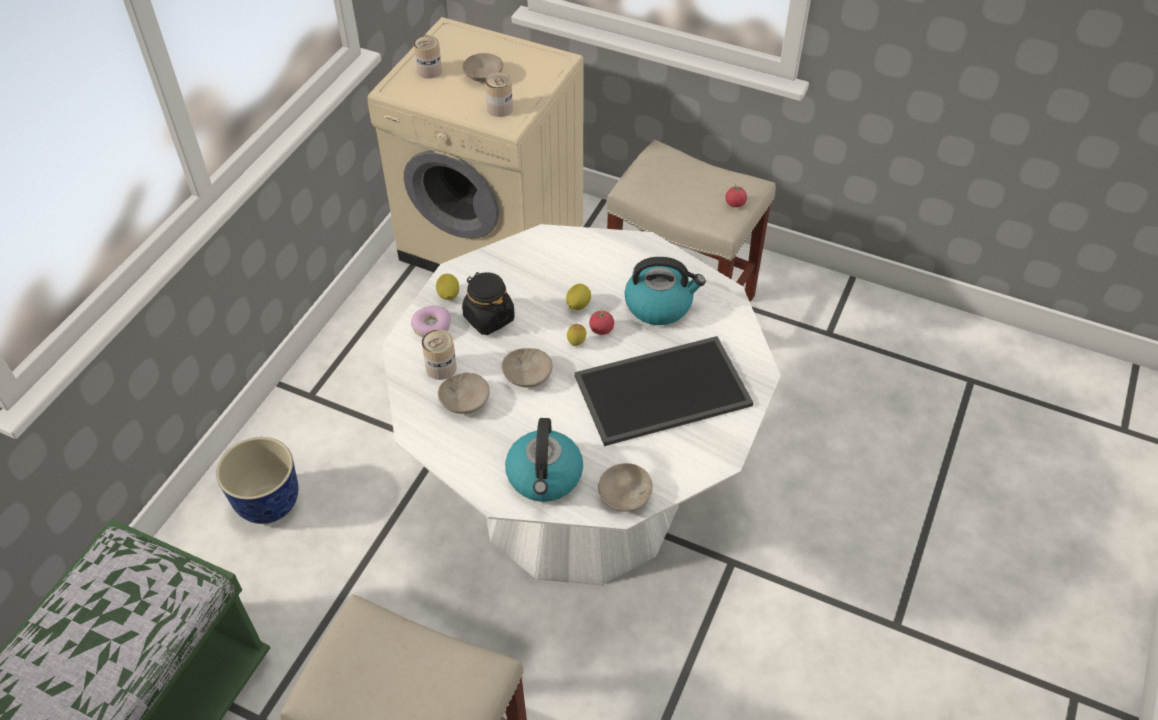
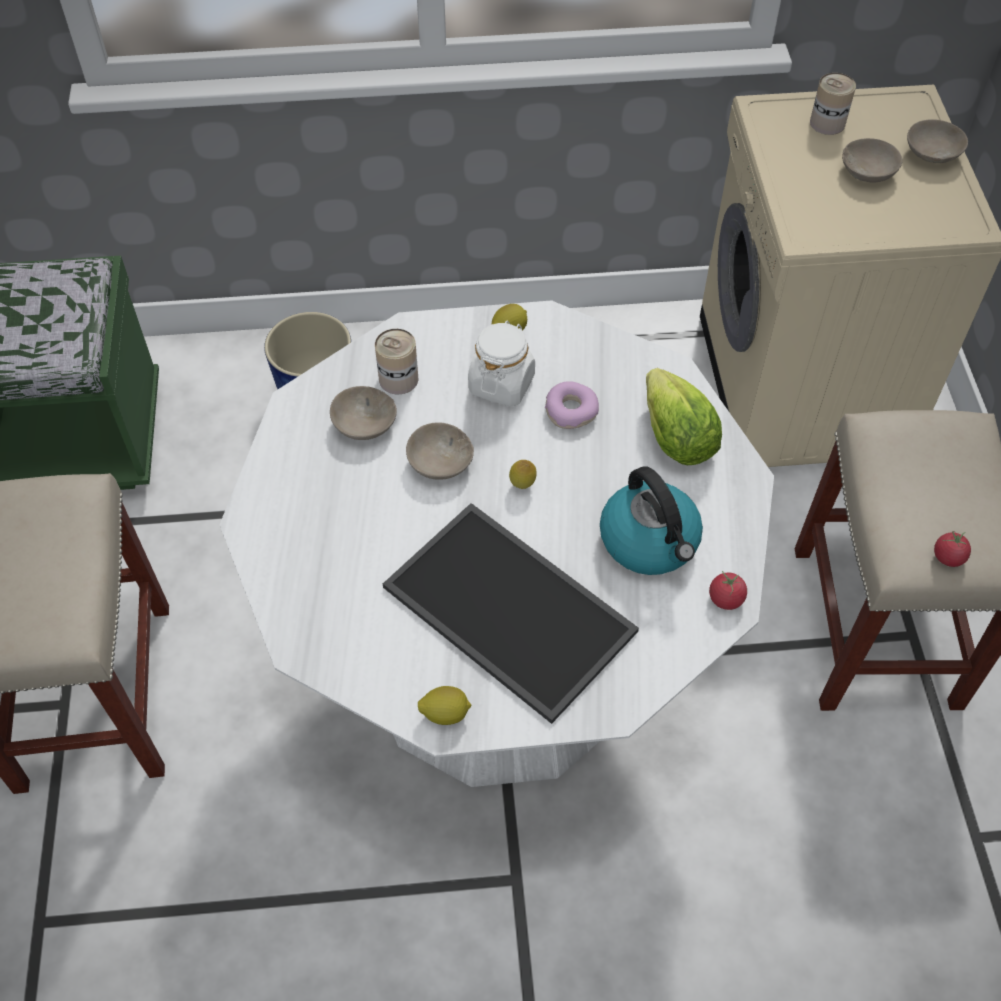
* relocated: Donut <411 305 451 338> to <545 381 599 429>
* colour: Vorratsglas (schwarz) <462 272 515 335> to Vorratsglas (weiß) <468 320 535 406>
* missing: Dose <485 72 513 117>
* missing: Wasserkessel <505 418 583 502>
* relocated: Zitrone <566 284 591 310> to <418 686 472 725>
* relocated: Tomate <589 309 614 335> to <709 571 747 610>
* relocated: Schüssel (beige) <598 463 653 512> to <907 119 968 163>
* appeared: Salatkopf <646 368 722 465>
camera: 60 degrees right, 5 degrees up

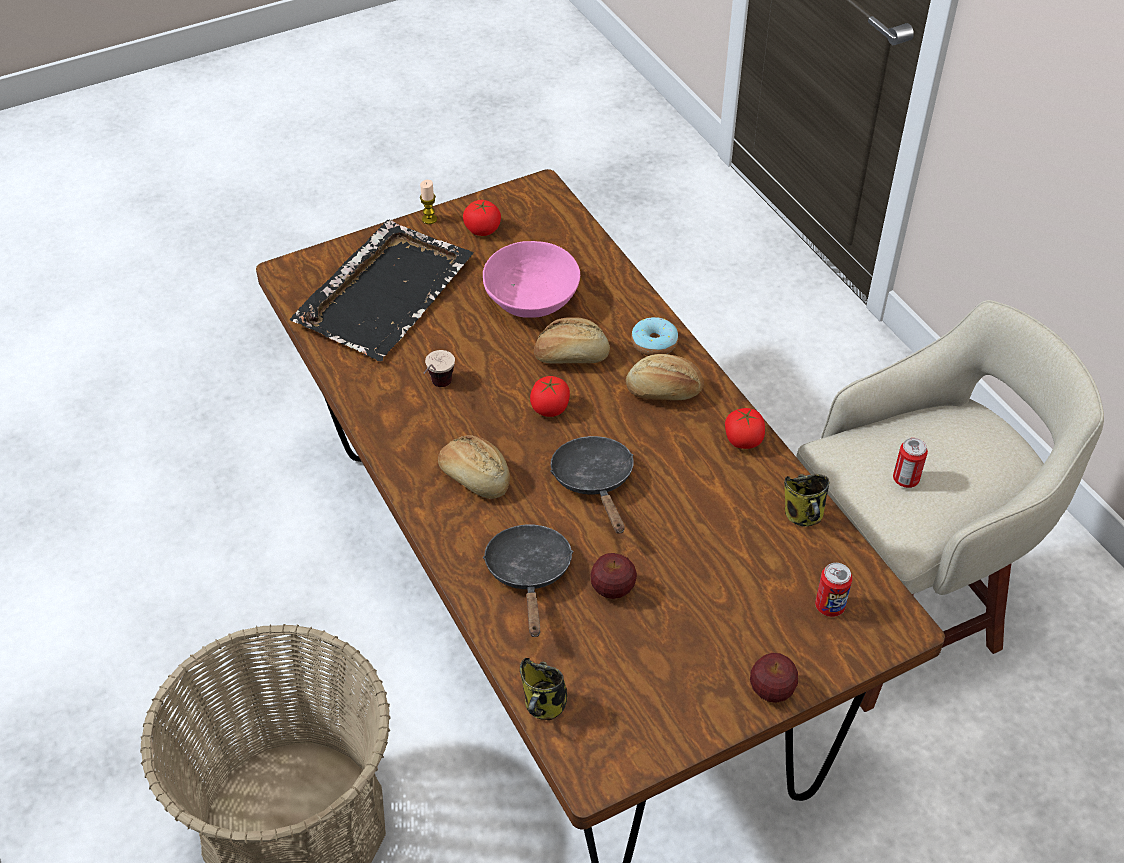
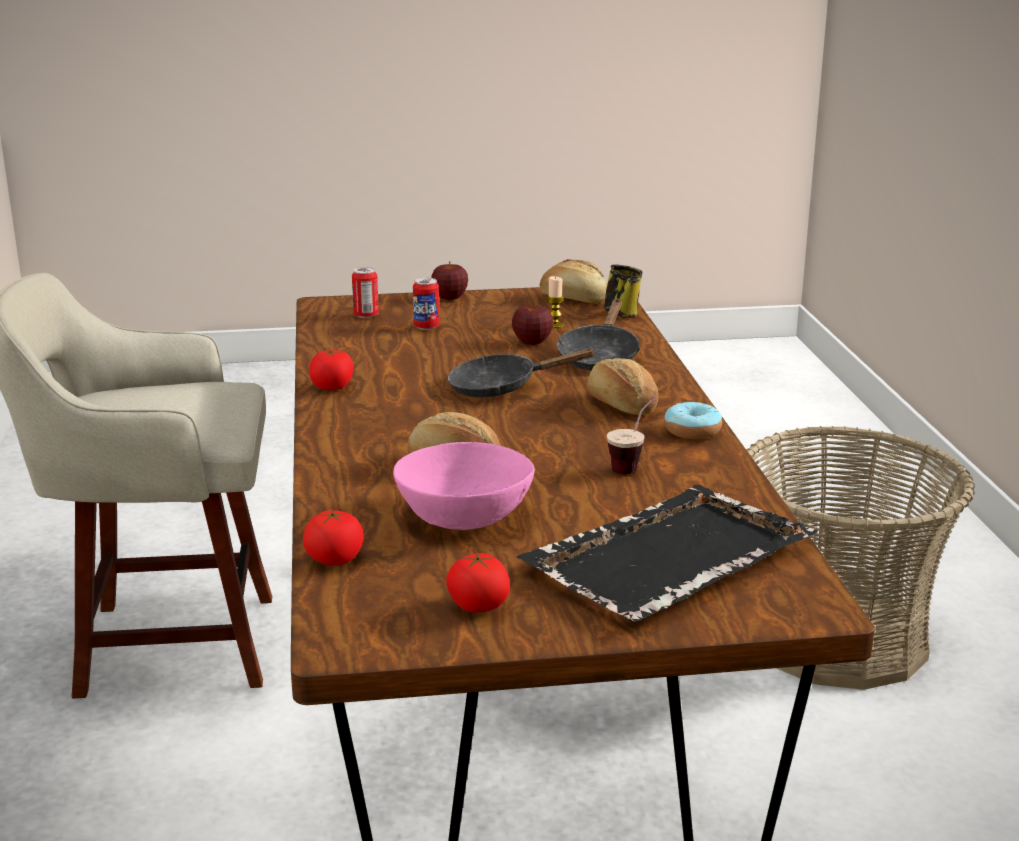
* relocated: Kerze <420 180 437 224> to <547 276 564 328>
* relocated: Tomate <530 376 570 417> to <303 509 364 565>
* spun: Pfanne (schwarz) <550 436 634 534> = <448 348 597 398> 75 degrees clockwise
* relocated: Brot <626 354 704 400> to <540 259 607 304>
* relocated: Donut <631 317 678 356> to <664 402 722 439>
* missing: Henkelbecher <784 474 830 527>
* relocated: Dose <893 438 928 488> to <413 278 440 330>
camera: 160 degrees left, 25 degrees down

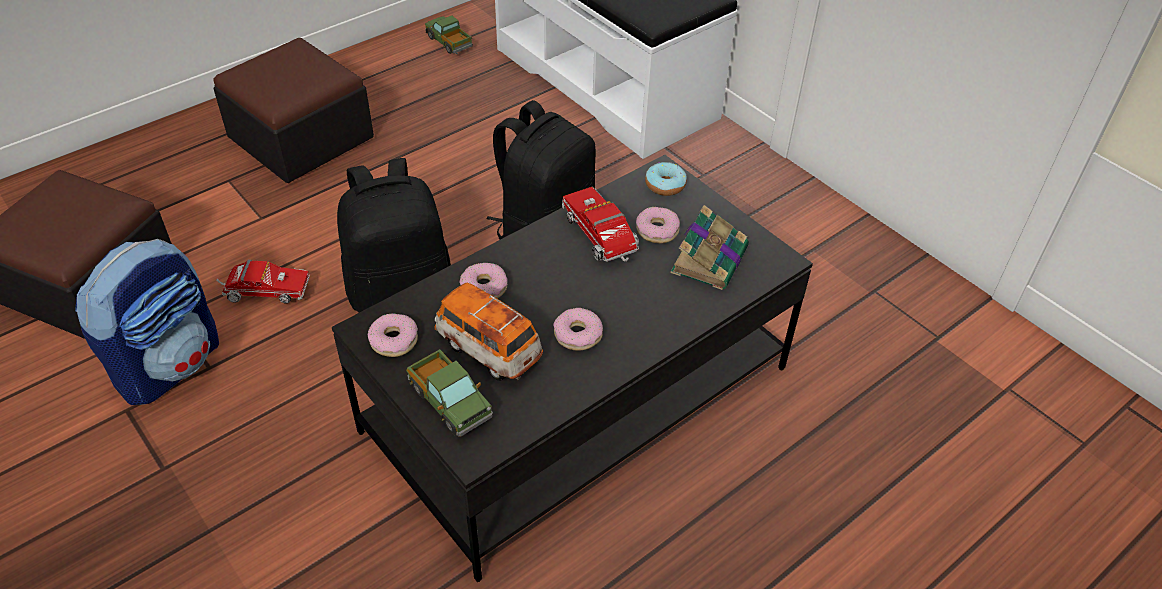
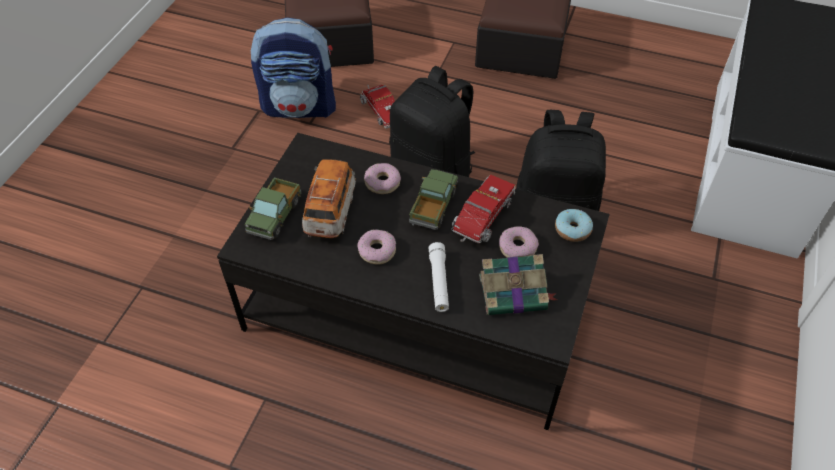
* missing: Donut <368 314 418 357>
* relocated: Spielzeuglaster <425 16 473 54> to <409 169 458 230>
* appeared: Taschenlampe (weiß) <429 242 449 312>
camera: 60 degrees right, 5 degrees up

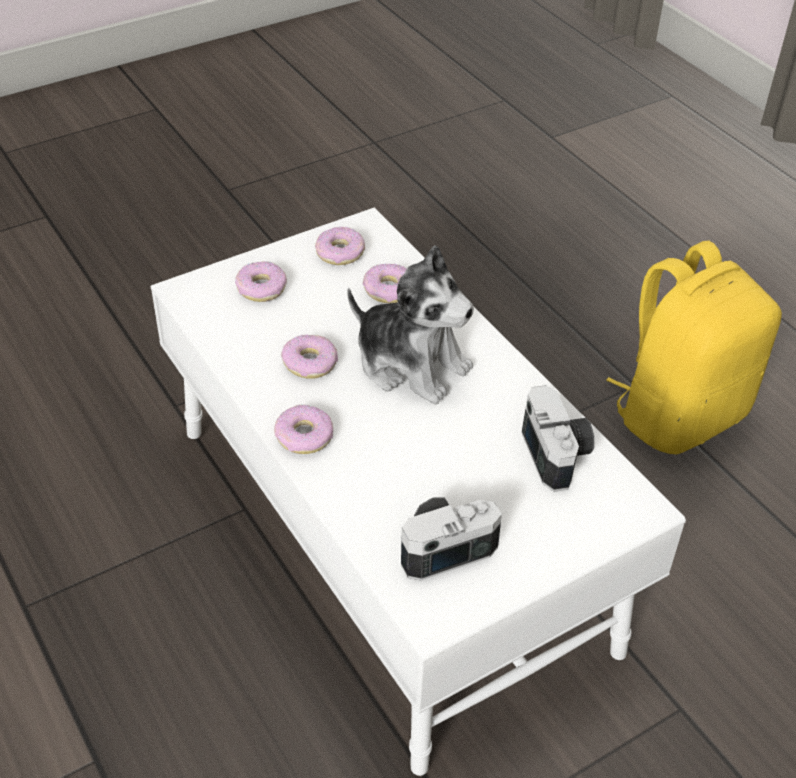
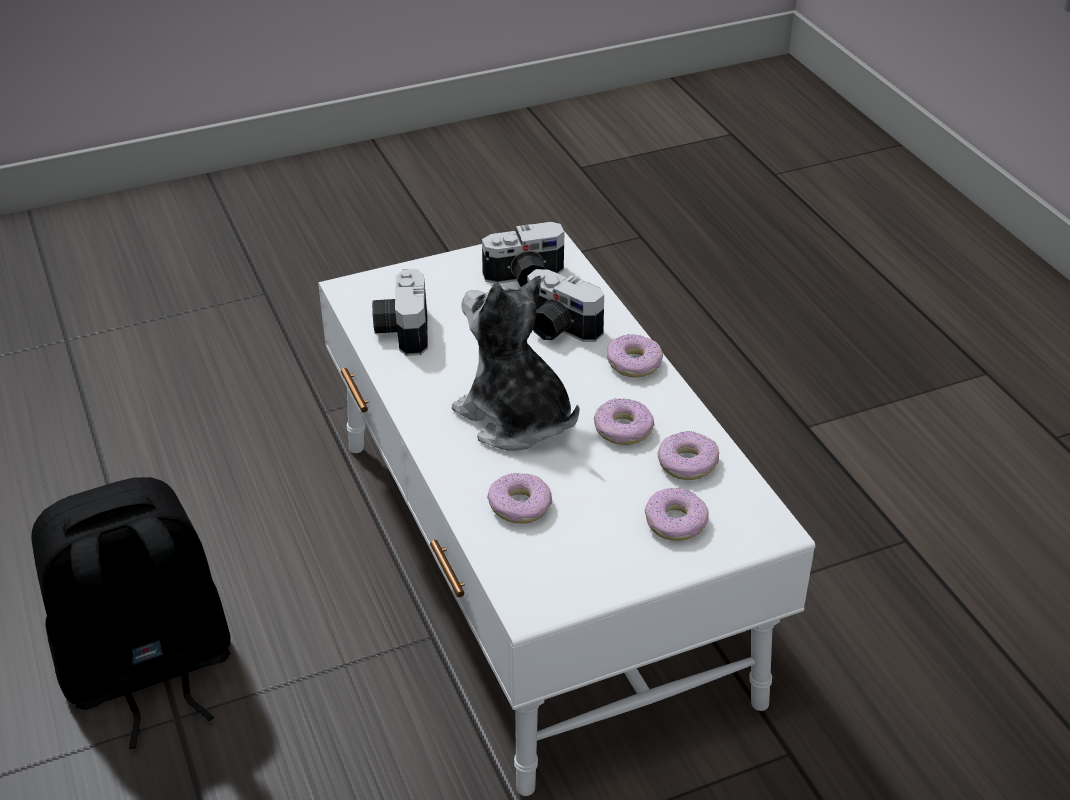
* relocated: Donut <315 227 365 265> to <657 431 719 480>
* colour: Rucksack (gelb) <606 241 782 454> to Rucksack (schwarz) <31 477 231 749>
* appeared: Kamera <527 269 604 342>
camera: 170 degrees left, 5 degrees down

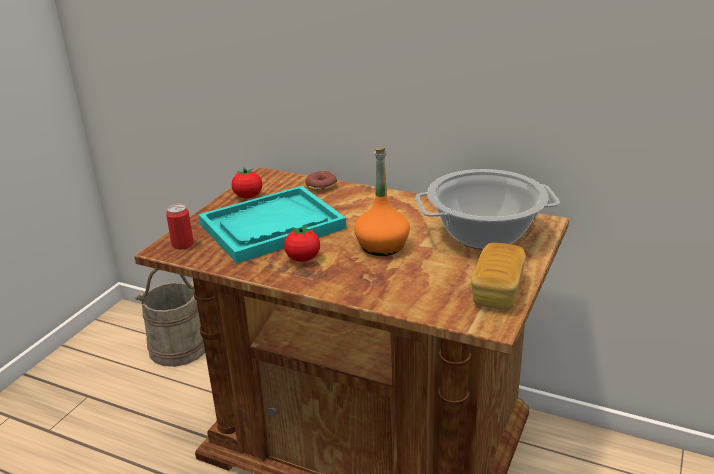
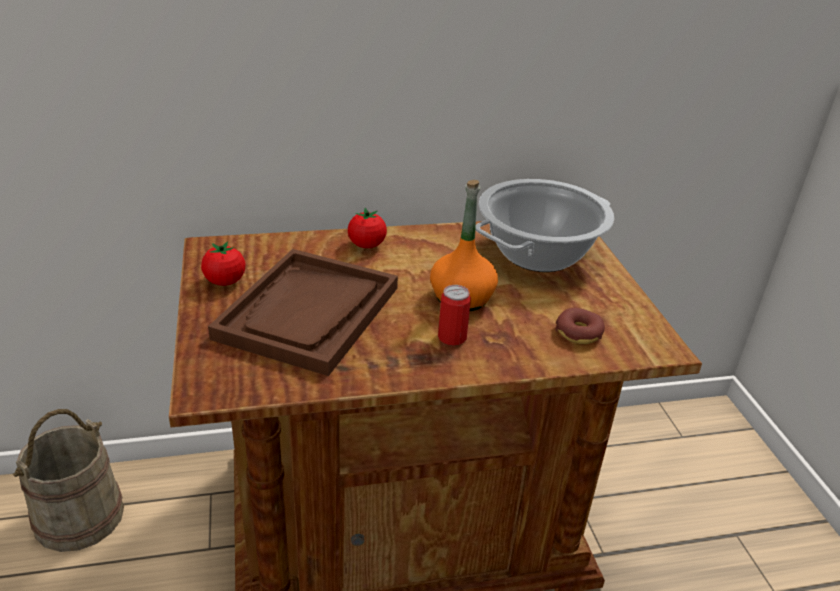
* relocated: Dose <166 204 194 249> to <438 285 471 346>
* colour: Tablett (türkis) <199 186 346 263> to Tablett (braun) <208 249 398 376>
* relocated: Tomate <284 225 320 262> to <348 208 387 248>
* relocated: Donut <305 171 337 191> to <555 308 605 344>
* missing: Brot <471 243 526 310>
camera: 40 degrees left, 5 degrees up

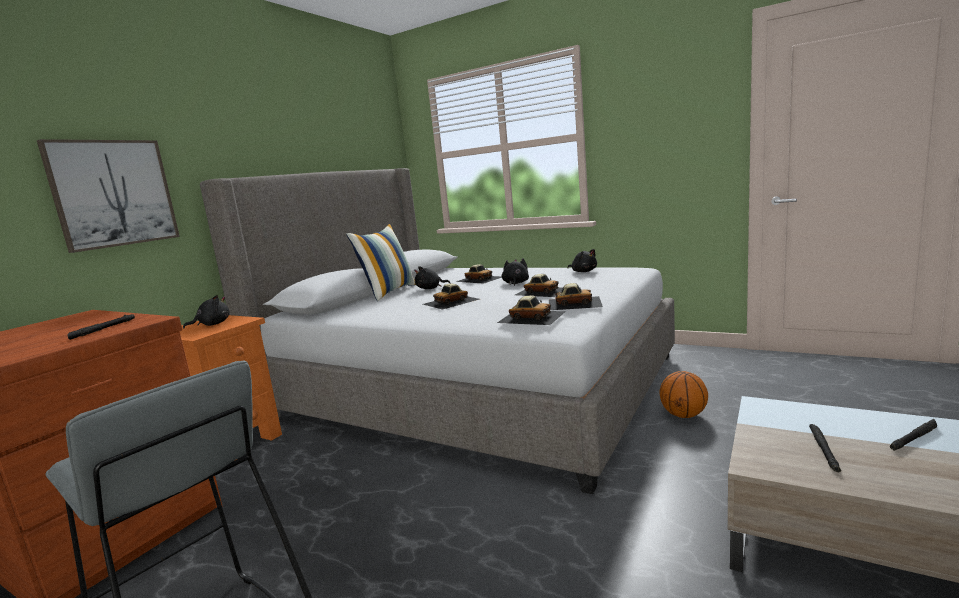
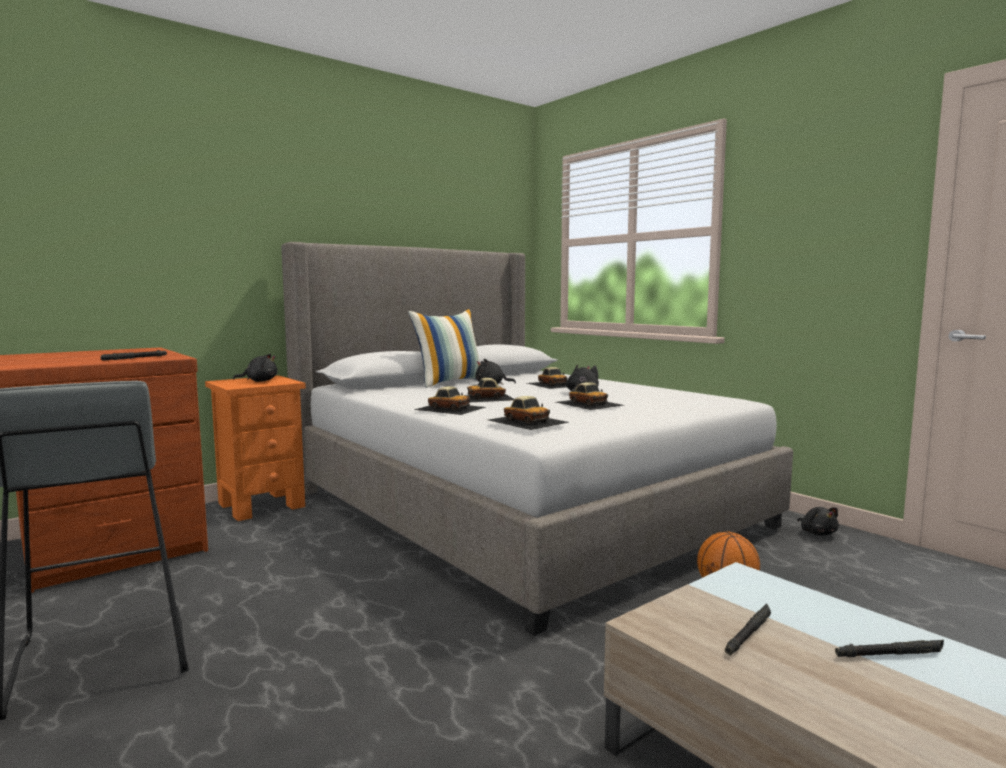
* missing: Bild <37 139 180 253>
* relocated: Spielzeugauto <549 283 603 310> to <414 386 486 415>
* relocated: Plüschtier (schwarz) <568 249 597 272> to <797 507 839 536>
camera: 20 degrees right, 5 degrees down

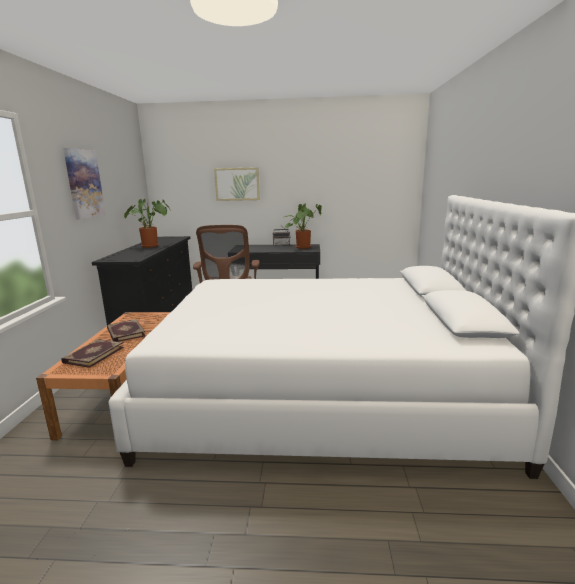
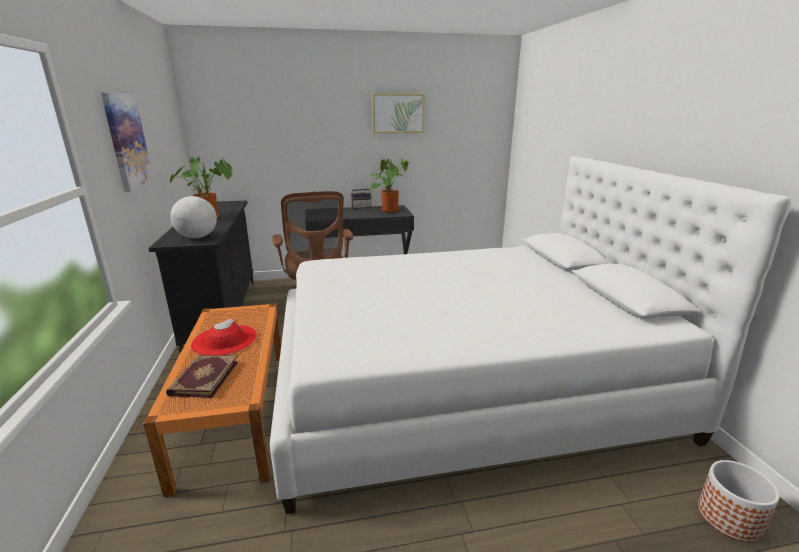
* exchanged: Buch <107 319 145 342> to Hut (rot) <191 319 257 355>
* relocated: Bild <214 167 260 201> to <372 93 425 134>
* appeared: Globus <170 196 217 238>
* appeared: Pflanzkübel <698 460 780 542>
camera: 15 degrees left, 5 degrees up

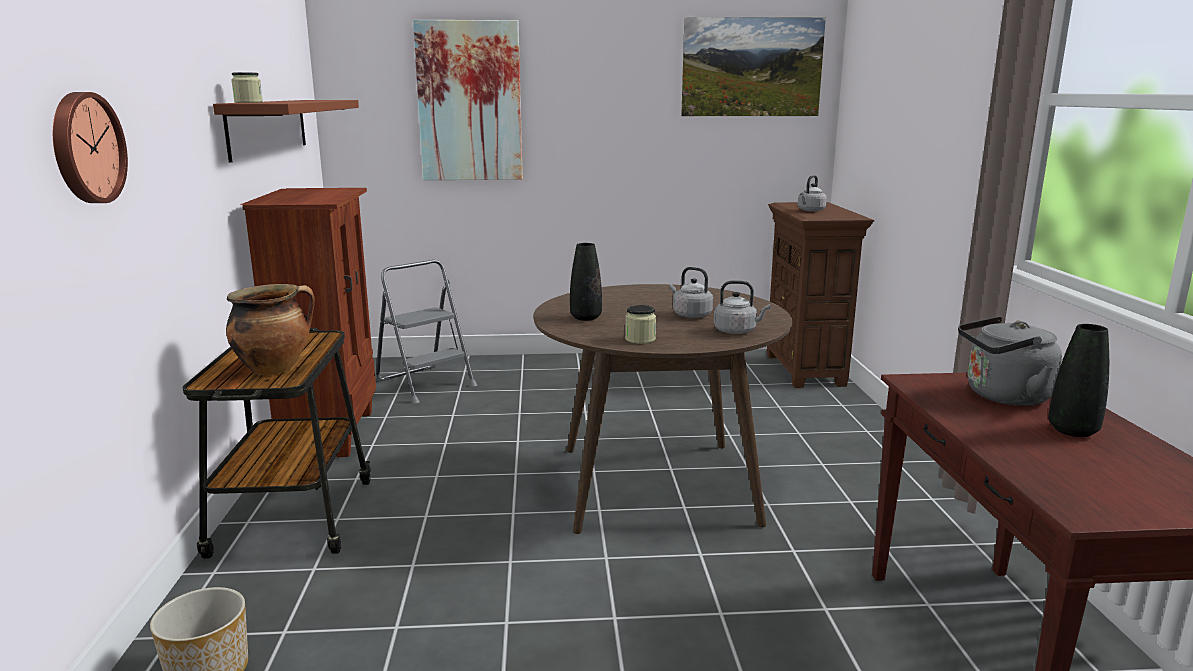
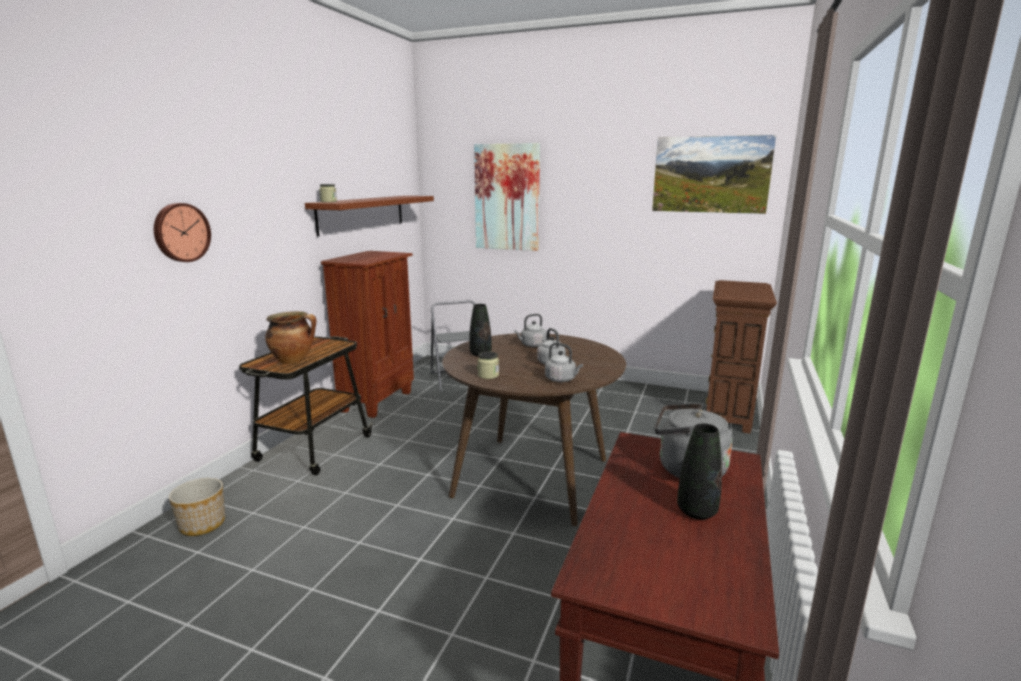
* relocated: Wasserkessel (grau) <798 175 827 212> to <514 314 547 347>
camera: 25 degrees right, 0 degrees up

